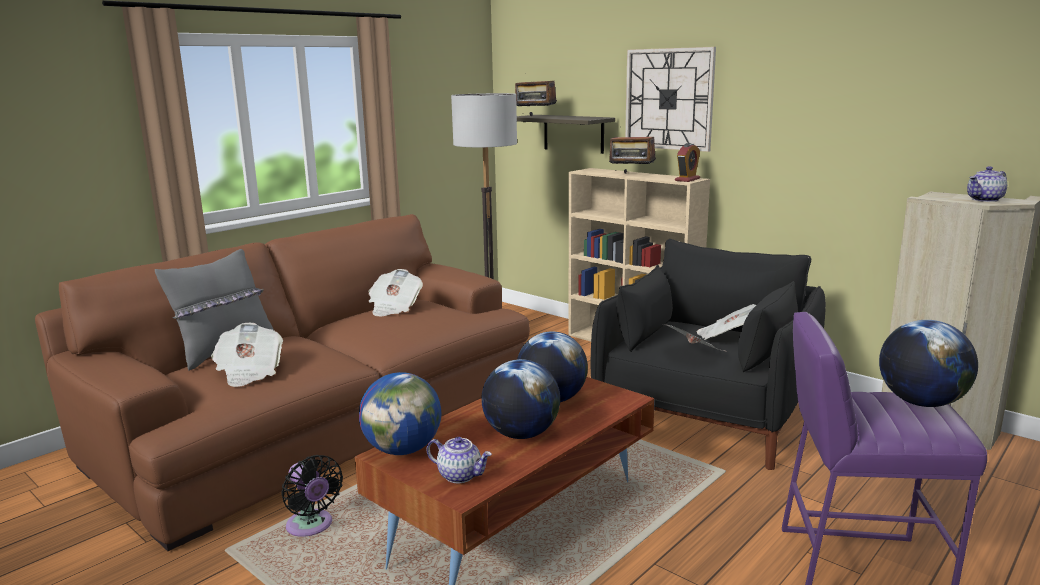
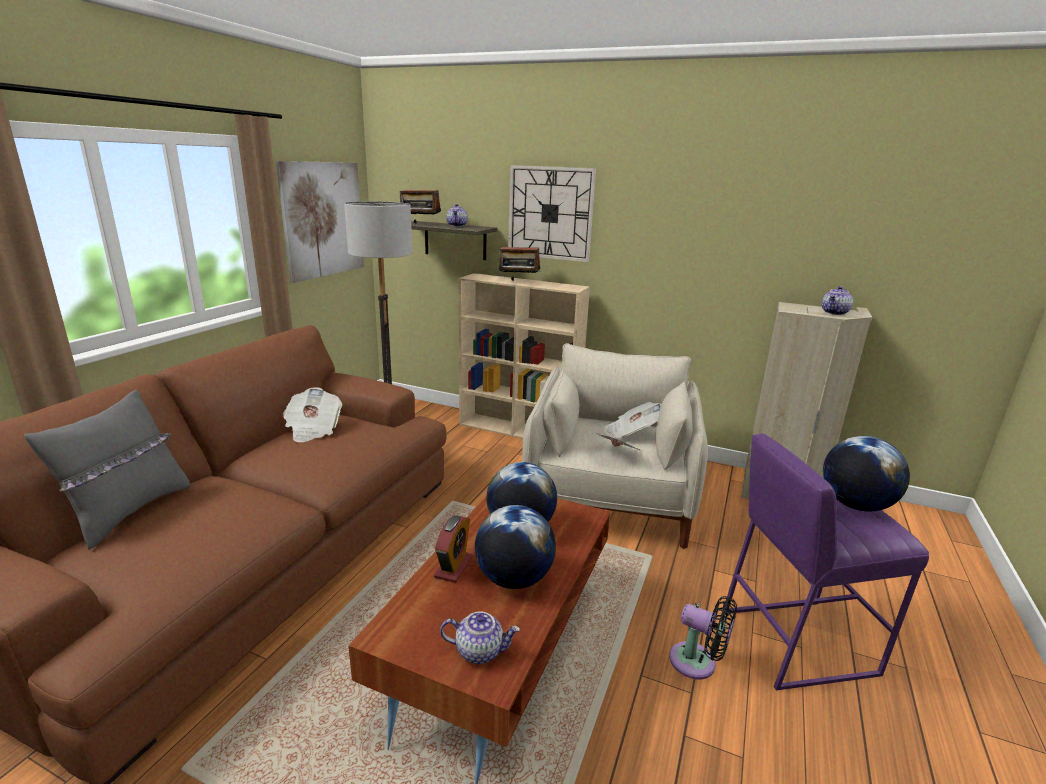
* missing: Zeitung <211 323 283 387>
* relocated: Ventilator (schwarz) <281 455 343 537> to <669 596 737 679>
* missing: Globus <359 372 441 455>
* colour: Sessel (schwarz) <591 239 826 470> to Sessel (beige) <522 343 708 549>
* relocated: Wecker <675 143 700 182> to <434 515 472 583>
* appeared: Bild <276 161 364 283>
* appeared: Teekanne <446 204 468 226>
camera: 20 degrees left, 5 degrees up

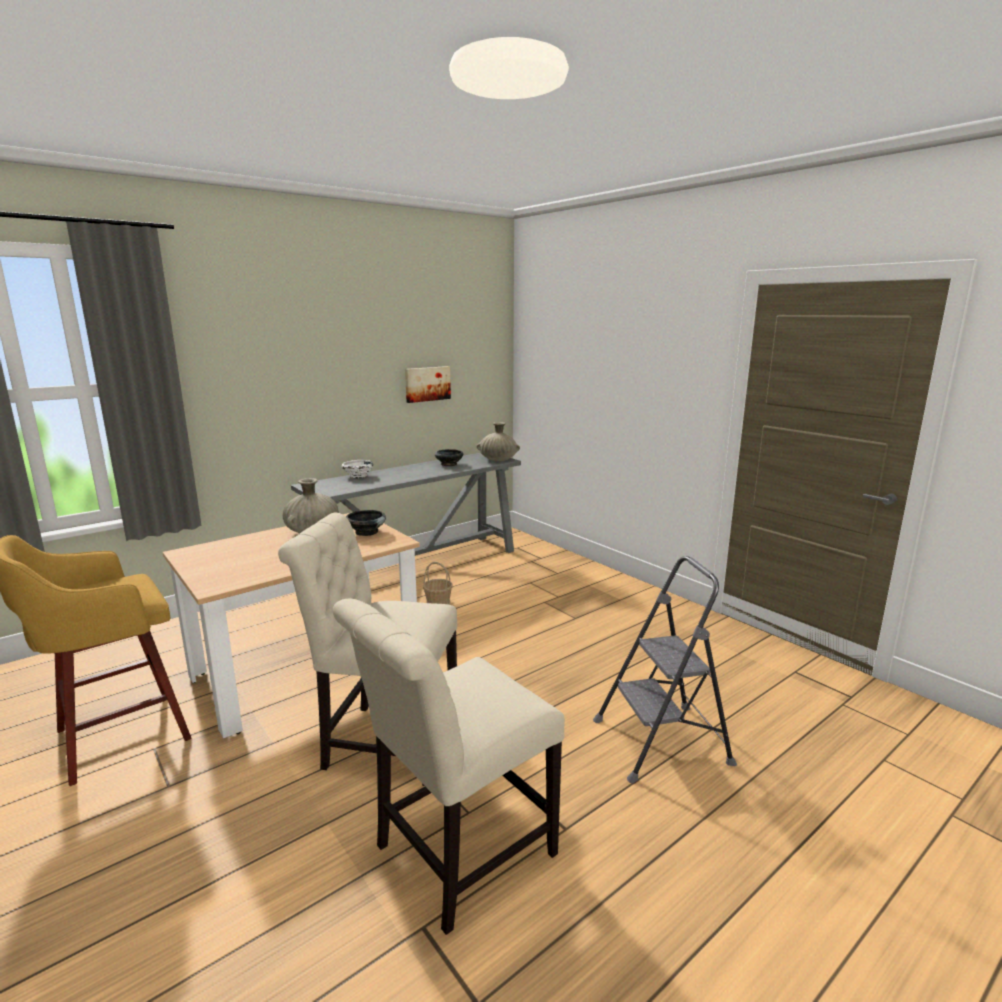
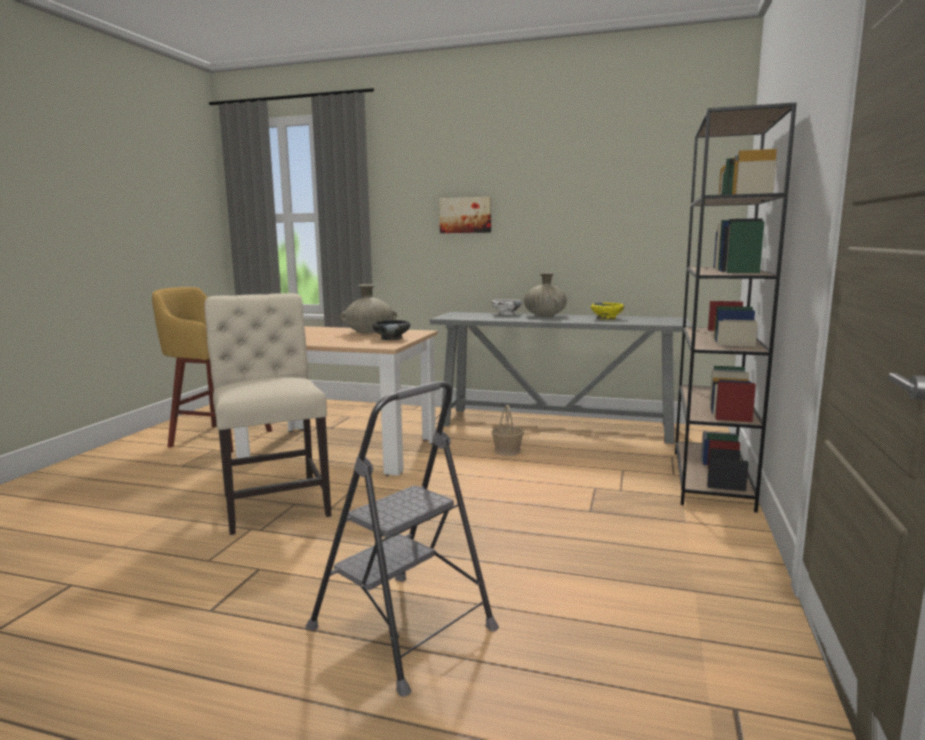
* missing: Stuhl (beige) <333 599 565 935>
* relocated: Bild <405 366 451 403> to <439 197 491 233>
* colour: Schüssel (schwarz) <435 449 463 466> to Schüssel (gelb) <591 303 624 320>
* relocated: Vase (beige) <477 422 520 461> to <524 273 567 317>
* appeared: Bücherregal (beige) <675 102 797 513>
camera: 55 degrees right, 5 degrees down

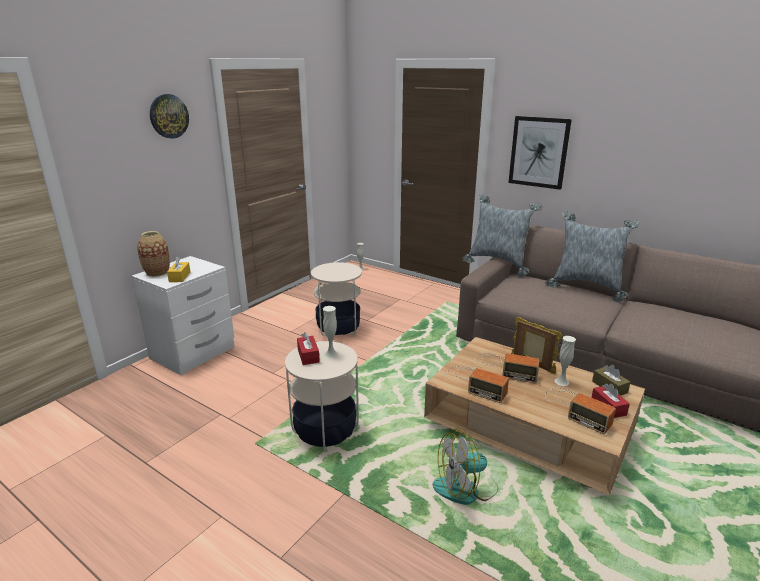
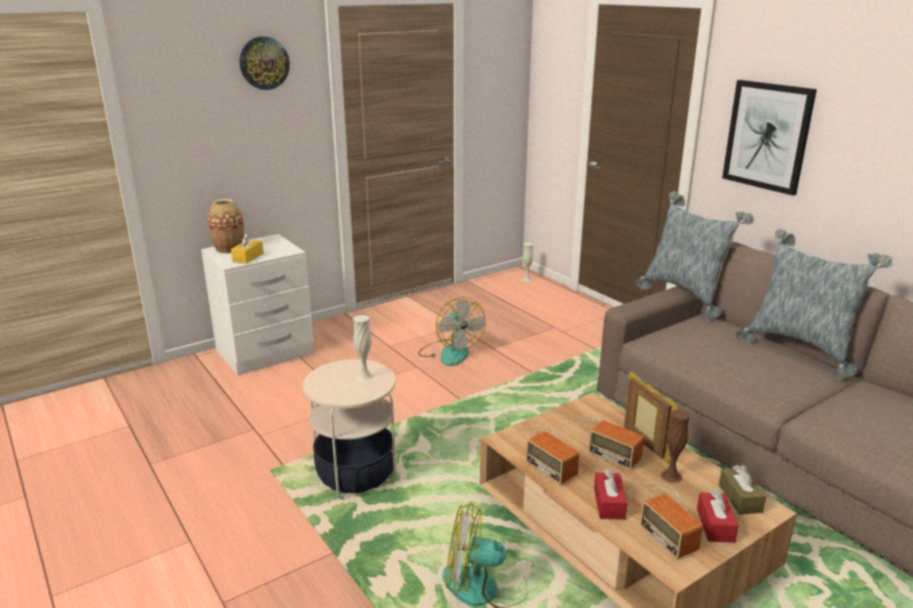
* relocated: Taschentuchbox (rot) <297 332 320 365> to <594 469 627 520>
* exchanged: Beistelltisch (beige) <311 262 362 336> to Ventilator <418 297 485 366>
* colour: Vase (weiß) <554 336 576 386> to Vase (braun) <661 410 690 483>
camera: 20 degrees right, 0 degrees up

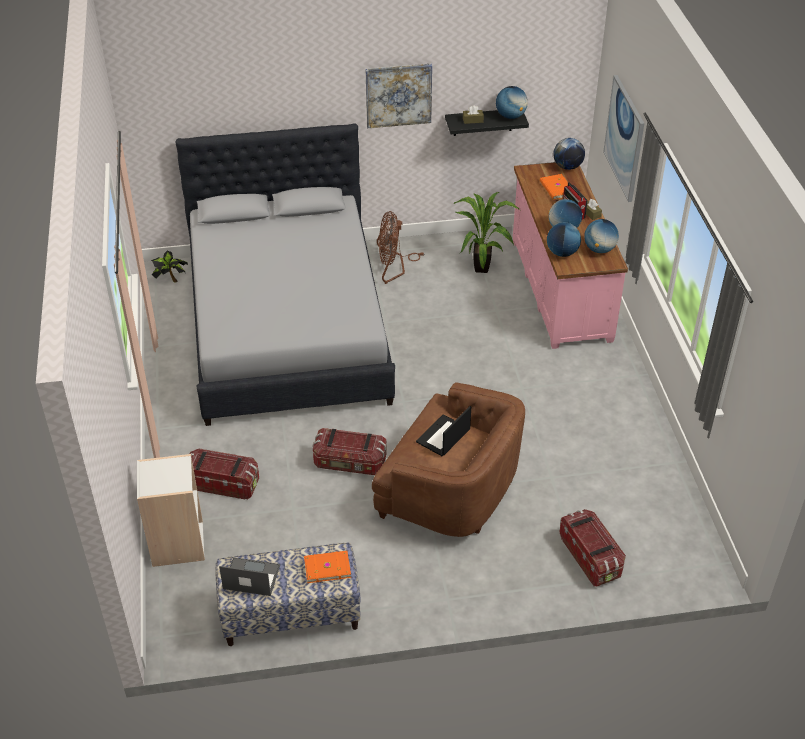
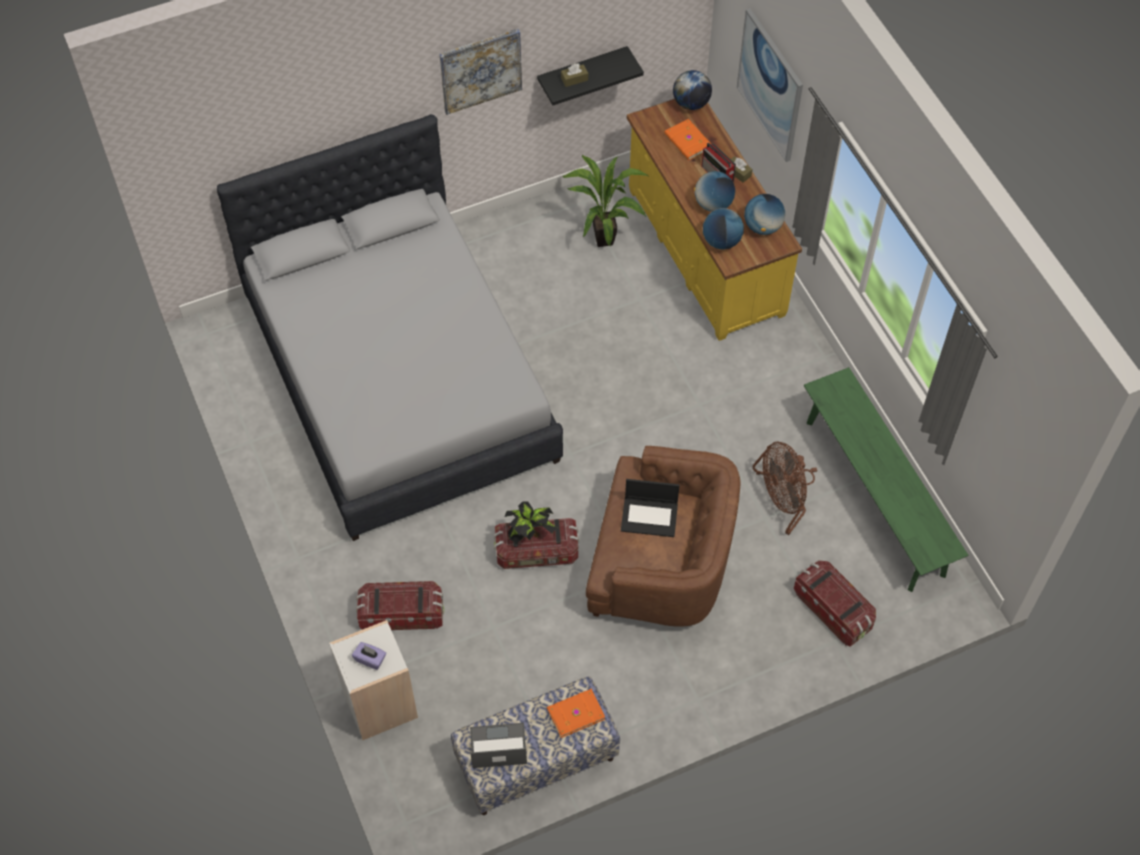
* relocated: Topfpflanze <151 251 188 283> to <504 501 557 543>
* relocated: Ventilator (braun) <377 211 424 284> to <753 442 817 535>
* spun: Laptop <416 406 471 456> = <621 479 679 537> 105 degrees counterclockwise
* missing: Globus <496 86 528 119>
* colour: Kommode (rosa) <513 162 628 349> to Kommode (gelb) <627 98 802 341>
* appeared: Taschentuchbox (lila) <352 642 386 670>
* appeared: Bank (grün) <804 367 968 592>
camera: 15 degrees left, 15 degrees up

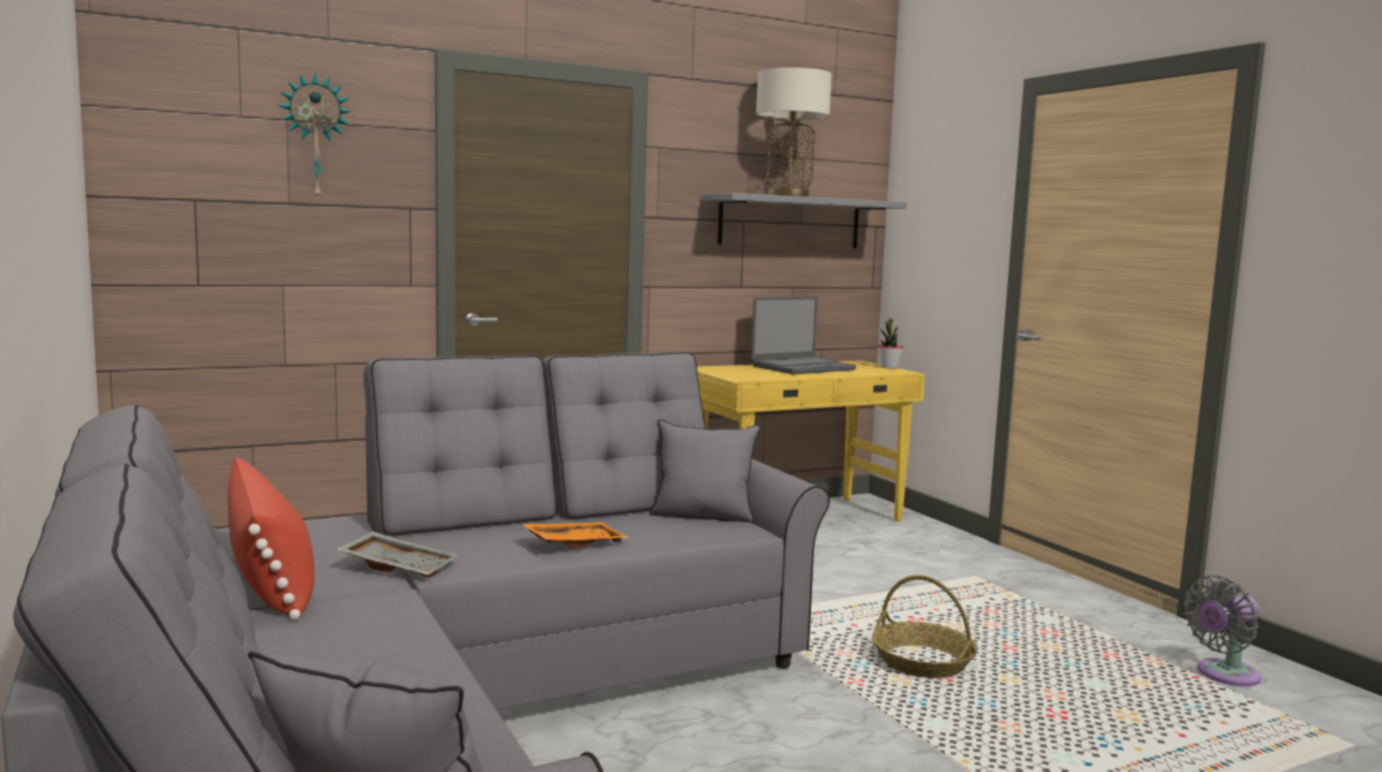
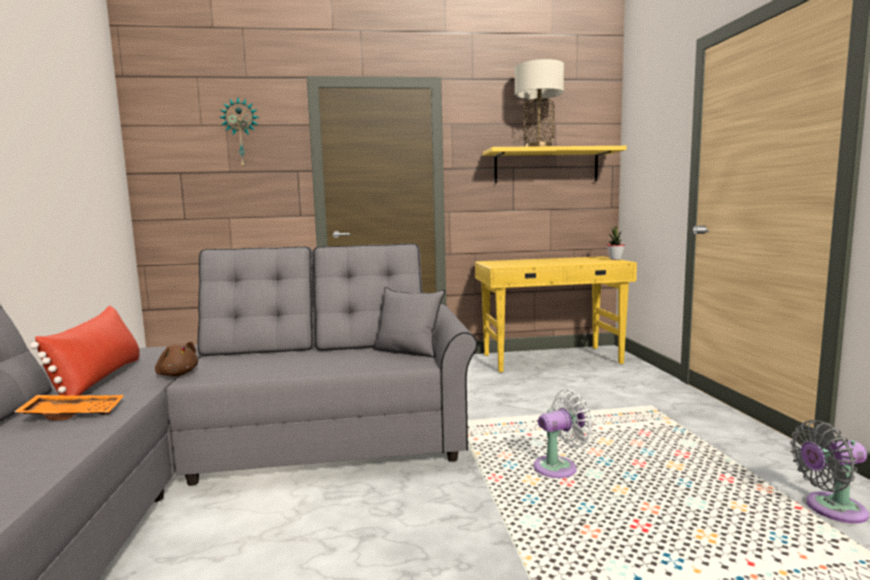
* exchanged: Tablett (grau) <338 532 459 577> to Plüschtier (braun) <155 342 198 377>
* relocated: Tablett (orange) <522 522 629 549> to <14 395 124 421>
* colour: Wandregal (grau) <703 193 907 248> to Wandregal (gelb) <483 146 626 183>
* missing: Laptop <751 296 856 375>
* exchanged: Korb <872 575 978 678> to Ventilator (weiß) <533 389 593 478>
camera: 20 degrees right, 0 degrees up

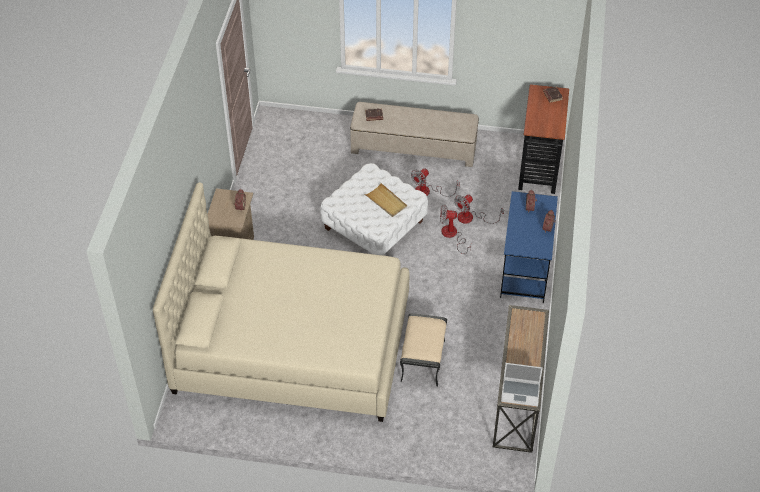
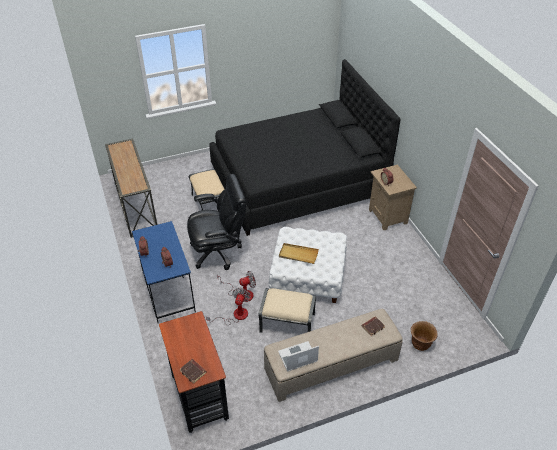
* colour: Bett (beige) <153 182 410 422> to Bett (schwarz) <209 59 401 236>
* exchanged: Ventilator <411 168 460 197> to Polsterhocker (beige) <259 288 316 333>
* relocated: Laptop <501 363 543 407> to <278 341 319 372>
* appeared: Bürostuhl (schwarz) <187 174 246 270>
* appeared: Pflanzkübel (braun) <411 321 438 351>
camera: 150 degrees right, 5 degrees down

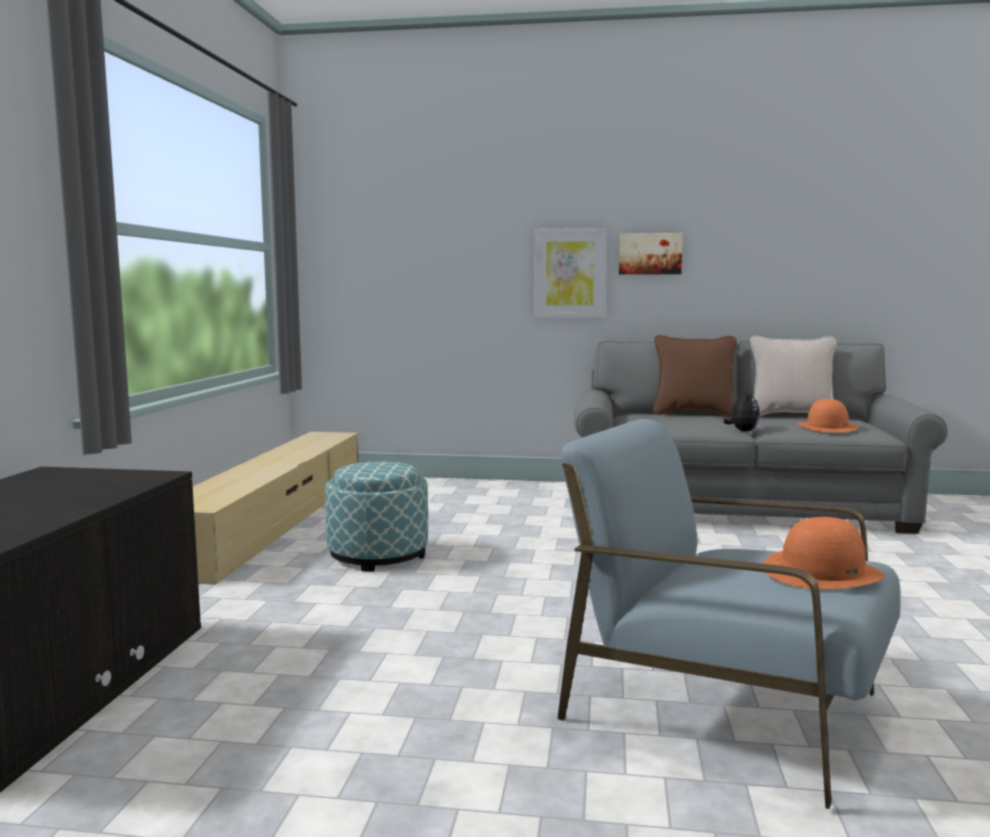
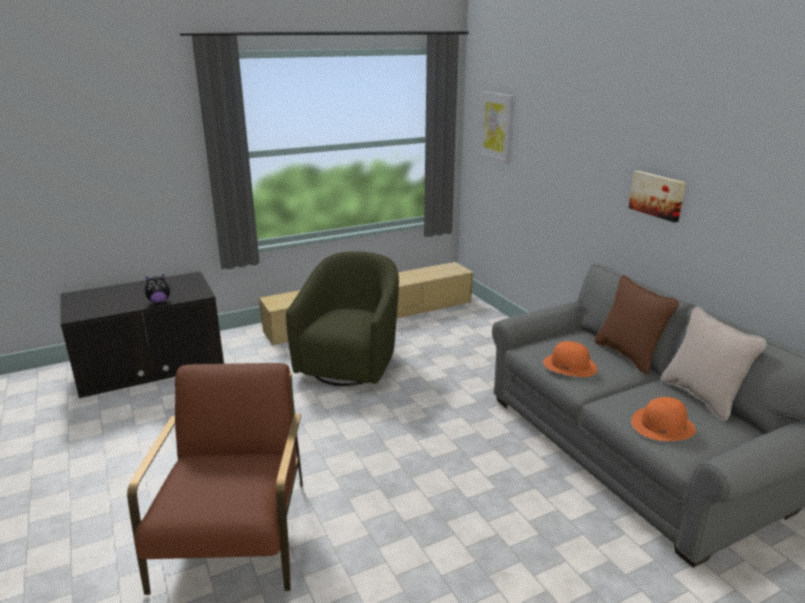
* exchanged: Polsterhocker <325 462 428 571> to Sessel (grün) <286 251 399 386>
* relocated: Bild <534 228 607 318> to <478 91 515 164>
* colour: Sessel (blau) <557 419 901 809> to Sessel (braun) <127 363 303 595>
* relocated: Plüschtier <723 390 760 431> to <145 274 172 303>
* relocated: Hut (orange) <763 517 885 589> to <543 341 597 377>
camera: 55 degrees right, 15 degrees up

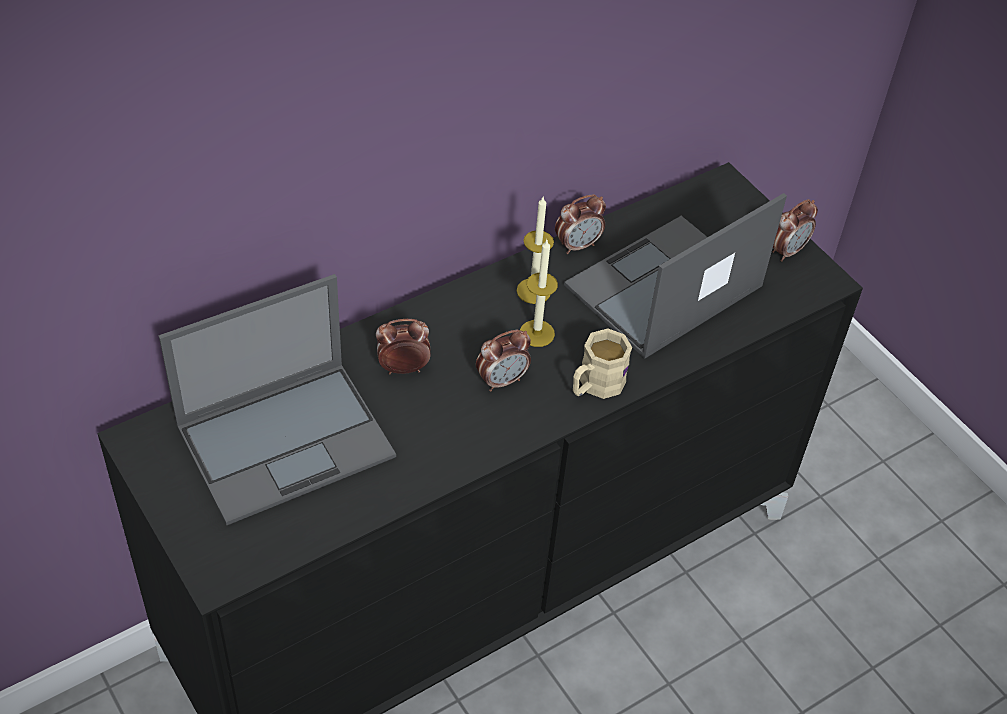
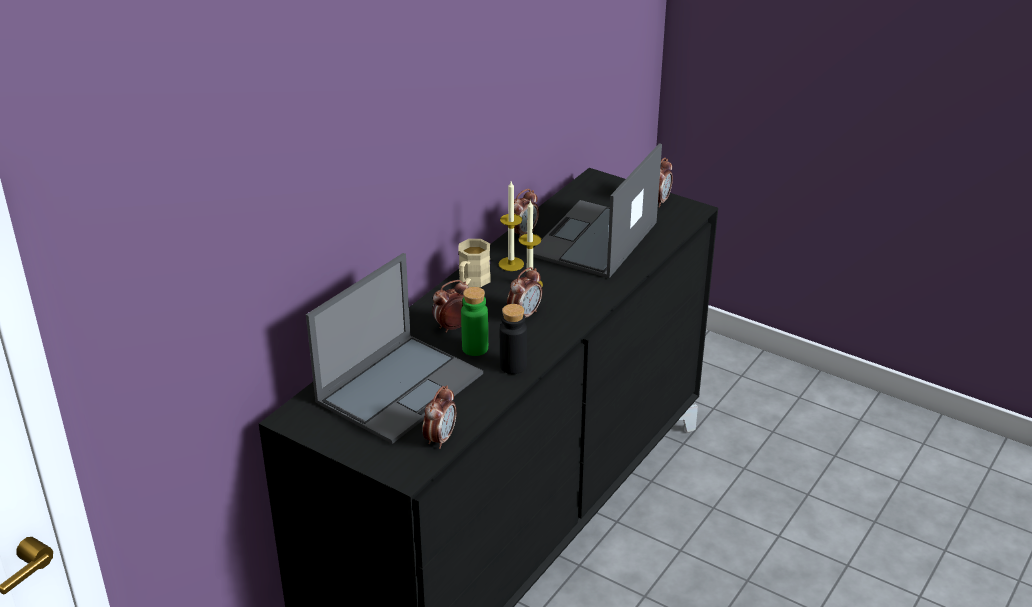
* relocated: Henkelbecher (beige) <573 328 632 399> to <458 239 491 287>
* appeared: Wecker <423 385 456 449>
* appeared: Flasche (grün) <461 287 488 356>
* appeared: Flasche (schwarz) <500 304 527 374>
camera: 20 degrees left, 15 degrees down

